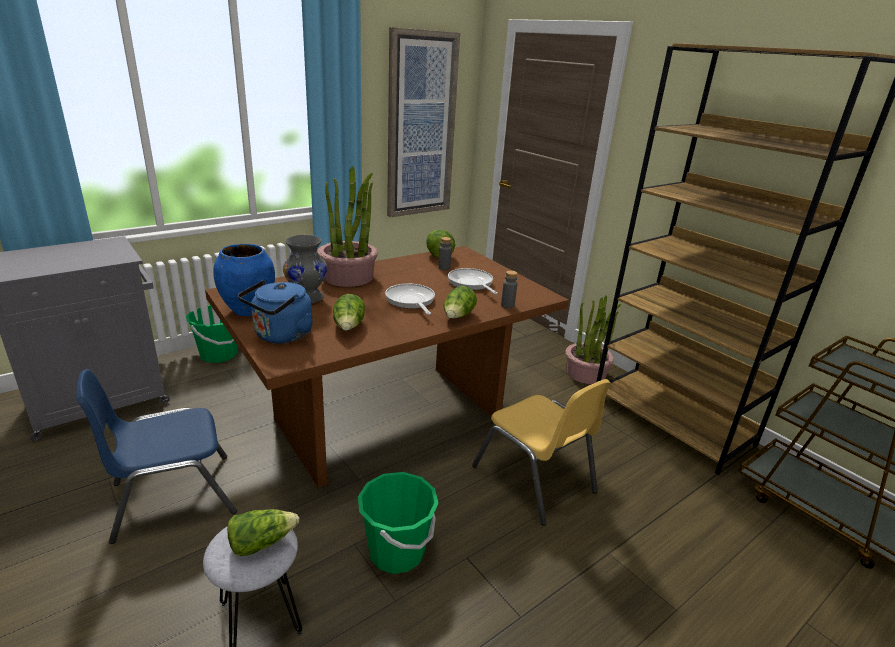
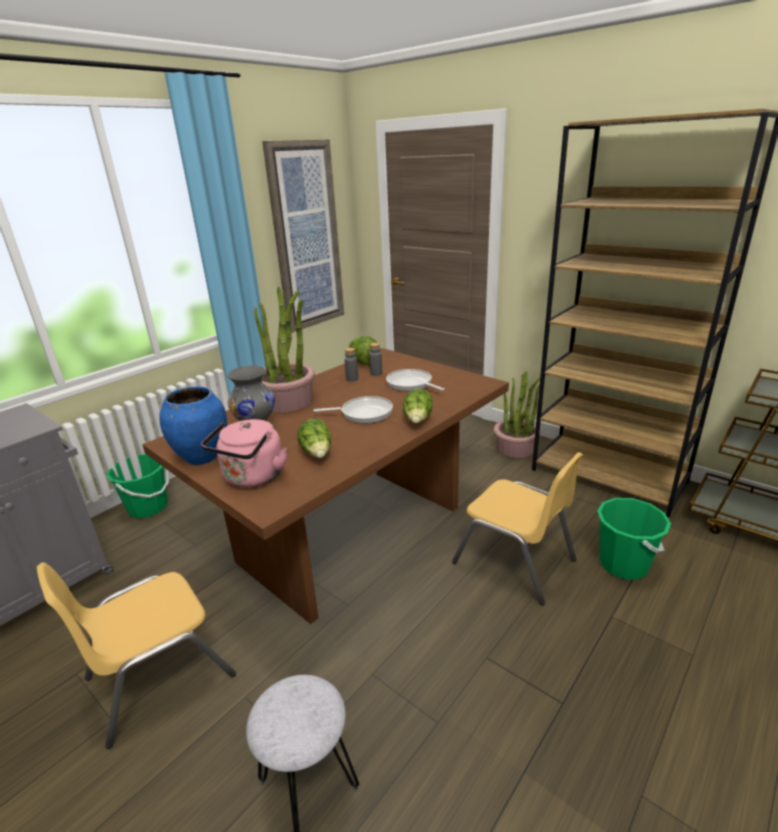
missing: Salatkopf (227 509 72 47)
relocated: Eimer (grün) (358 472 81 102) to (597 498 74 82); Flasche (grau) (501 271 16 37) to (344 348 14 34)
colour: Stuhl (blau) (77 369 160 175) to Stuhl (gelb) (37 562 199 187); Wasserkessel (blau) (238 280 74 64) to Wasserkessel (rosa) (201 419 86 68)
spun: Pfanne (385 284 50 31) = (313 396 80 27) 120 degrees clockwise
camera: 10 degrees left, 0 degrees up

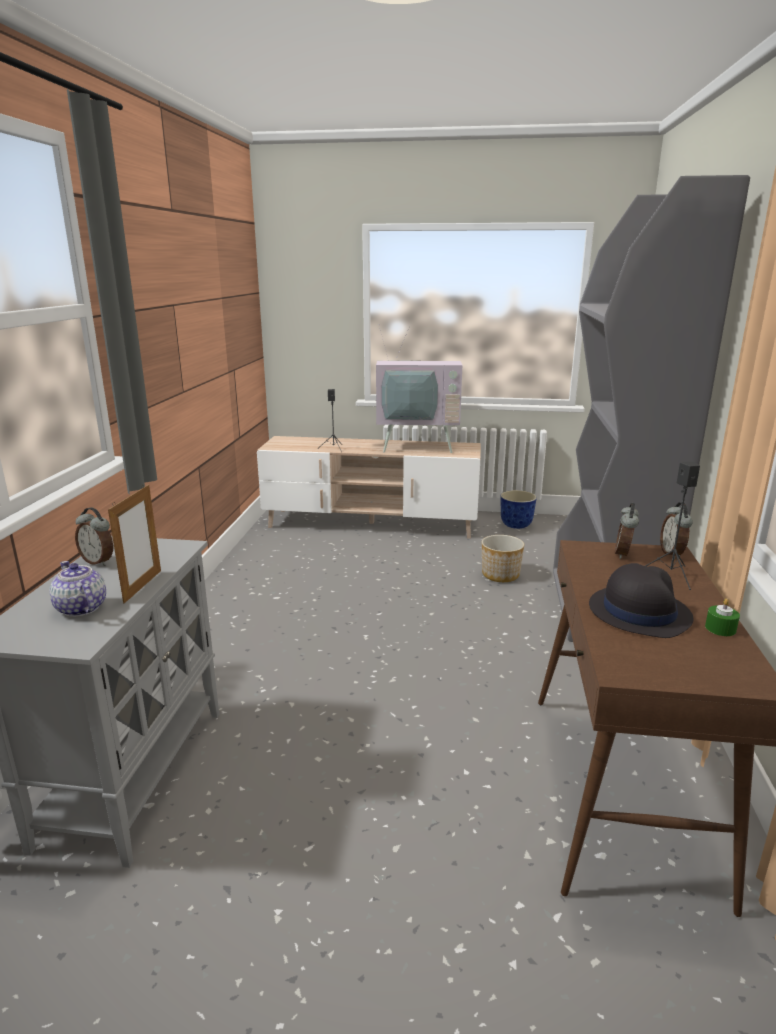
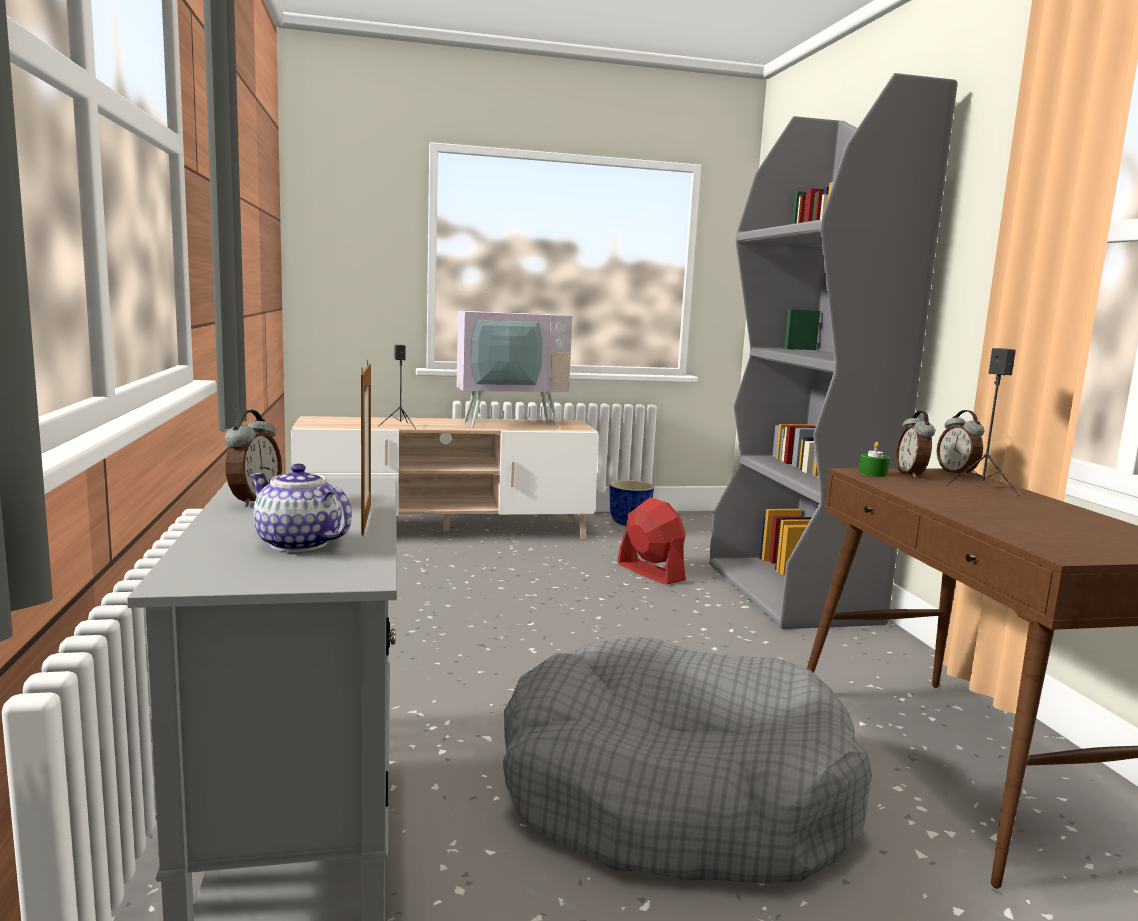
missing: Hut (schwarz) (589 563 104 75)
appeared: Hundebett (grau) (502 636 370 247)
relocated: Kerze (grün) (705 599 35 37) to (859 442 31 35)
exchanged: Pflanzkübel (482 535 42 47) to Ventilator (rot) (617 497 69 88)
spun: Wecker (75 507 38 59) = (225 410 57 97) 90 degrees counterclockwise
camera: 20 degrees left, 10 degrees down

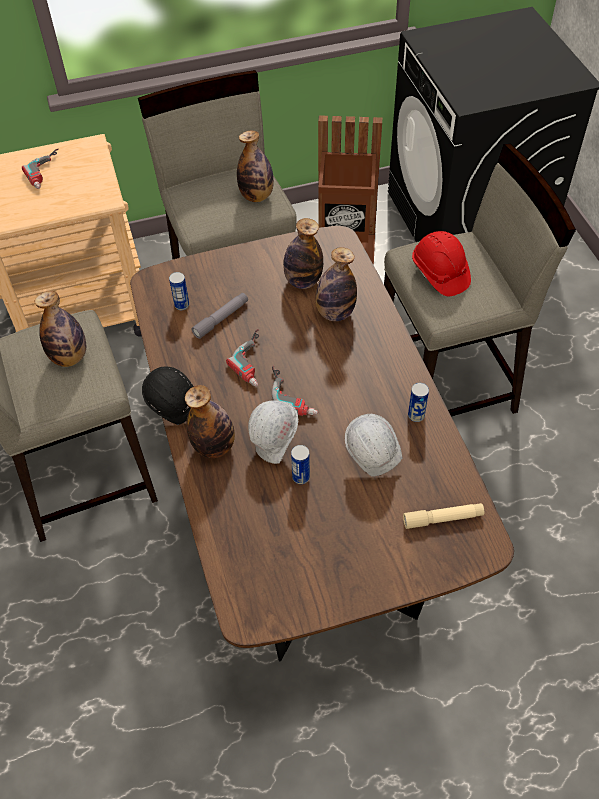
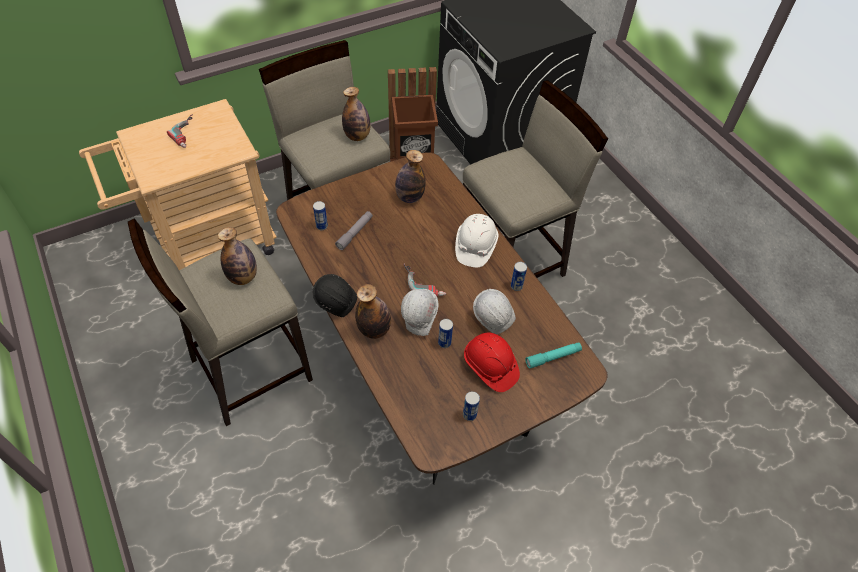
missing: Bohrmaschine (226 329 33 57); Flasche (315 247 42 74)
appeared: Schutzhelm (weiß) (455 214 43 53); Dose (463 391 17 30)
relocated: Schutzhelm (rot) (412 231 59 65) to (464 333 56 59)
colour: Taschenlampe (beige) (403 503 81 26) to Taschenlampe (türkis) (525 342 57 27)
camera: 15 degrees left, 0 degrees up

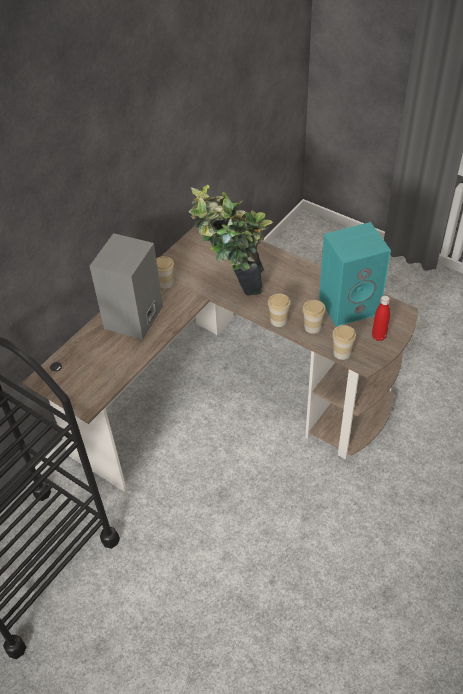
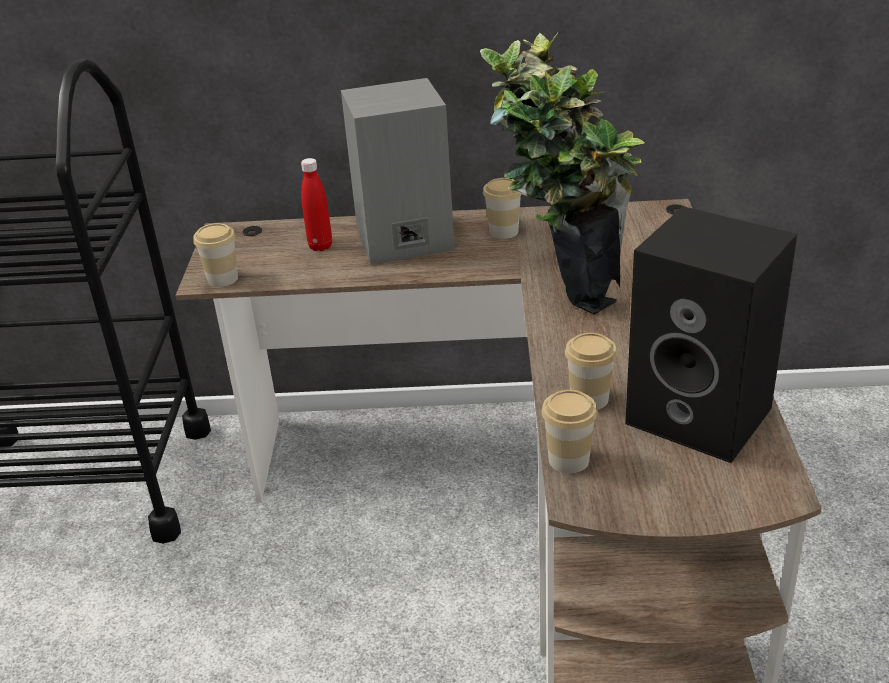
relocated: Tasse (268 293 23 34) to (193 223 45 64); Flasche (rot) (372 295 18 46) to (301 158 31 93)
colour: Lautsprecher (türkis) (319 222 72 105) to Lautsprecher (schwarz) (625 206 172 257)
camera: 55 degrees right, 15 degrees down

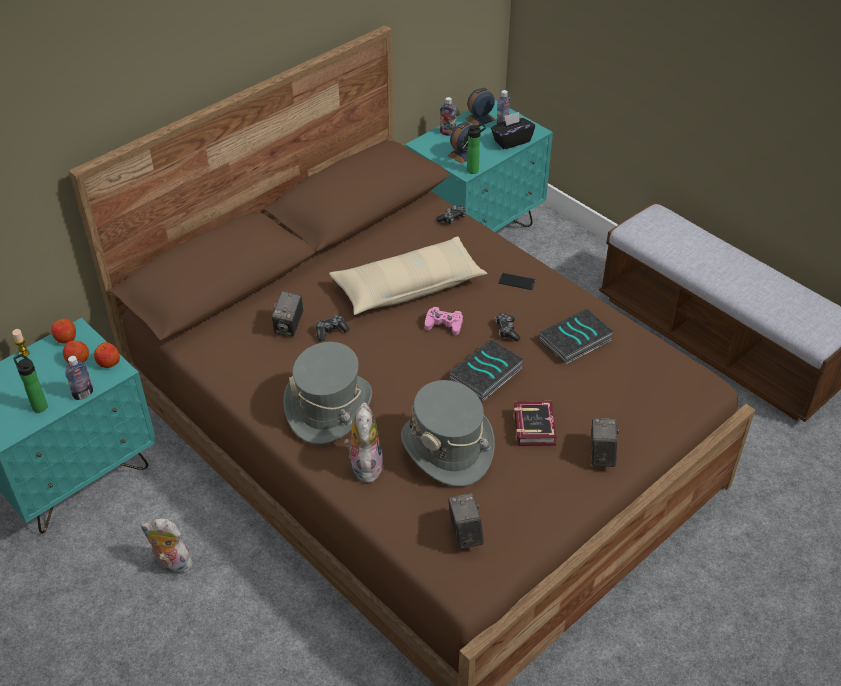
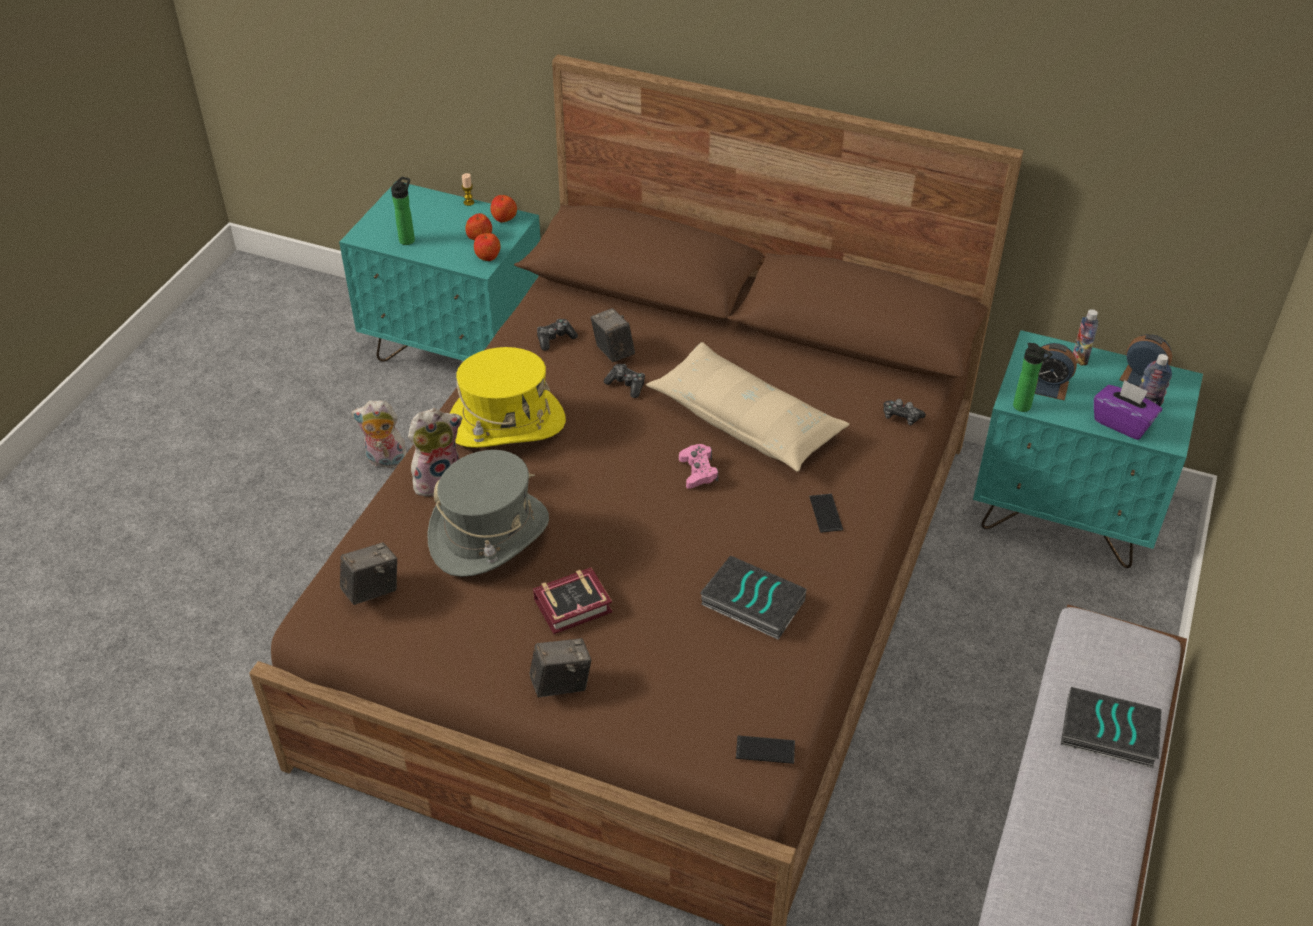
missing: Flasche (65 356 28 44)
appeared: Handy (736 735 59 29)
relocated: Buch (450 339 74 63) to (1061 687 101 81); Gamepad (495 313 25 28) to (537 319 41 32)
colour: Hut (grau) (283 342 89 103) to Hut (gelb) (450 347 116 101); Taschentuchbox (schwarz) (491 112 44 37) to Taschentuchbox (lila) (1094 380 68 60)
spun: Plüschtier (140 518 53 56) = (351 400 56 68) 75 degrees counterclockwise; Kamera (272 291 31 46) = (591 308 44 54) 75 degrees clockwise
camera: 65 degrees right, 0 degrees up

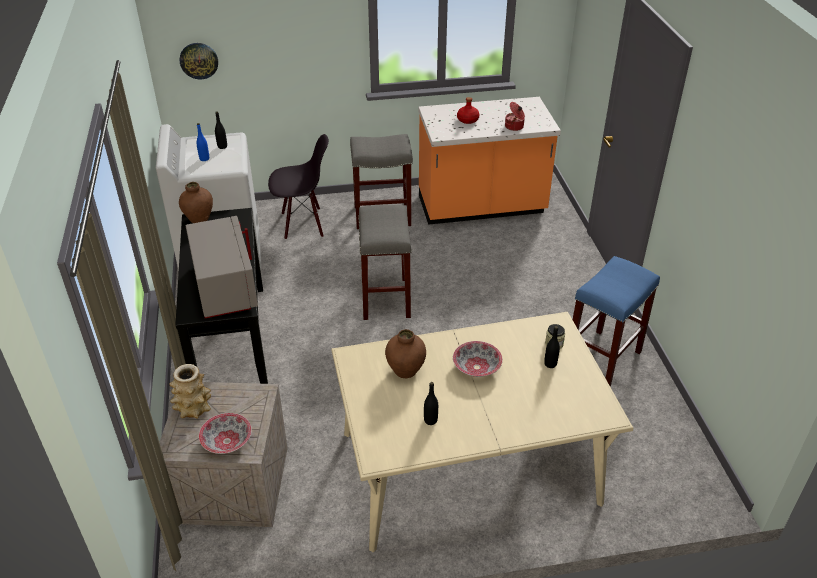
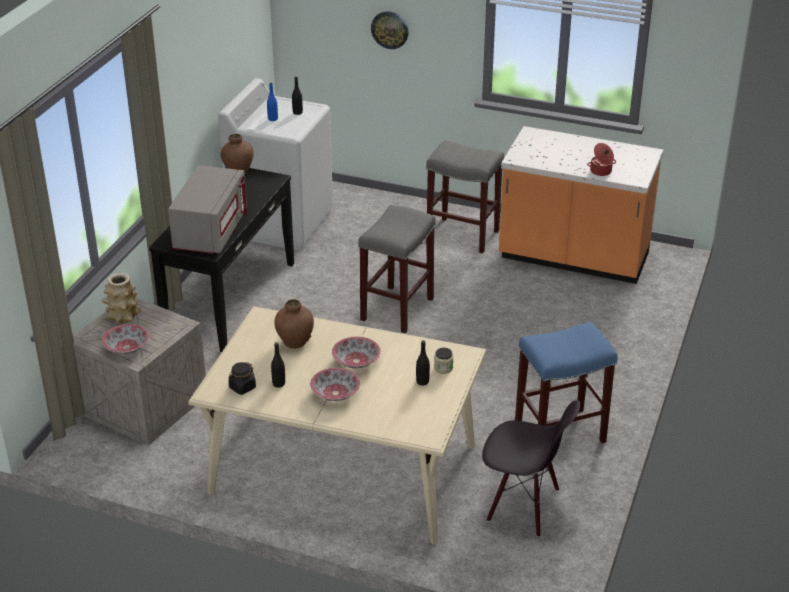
missing: Flasche (rot) (457 97 22 27)
appeared: Vorratsglas (schwarz) (228 362 28 33); Schüssel (310 368 51 33)
relocated: Wanduhr (180 43 38 36) to (371 11 38 38); Stuhl (schwarz) (268 134 61 106) to (482 400 98 137)
camera: 30 degrees right, 5 degrees down

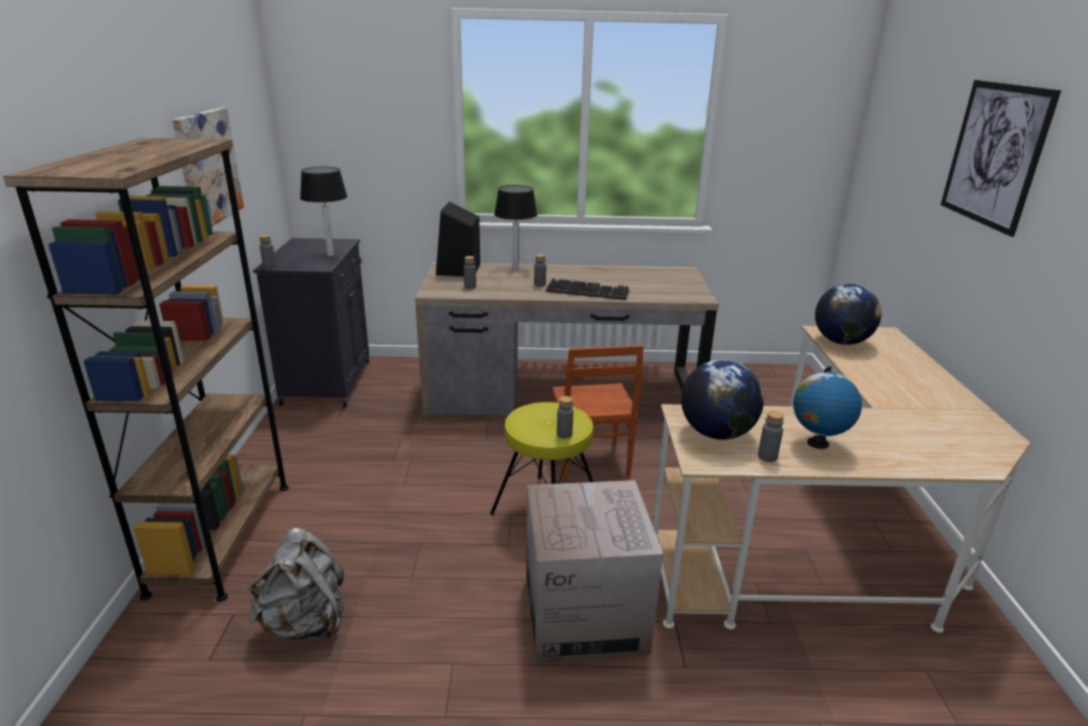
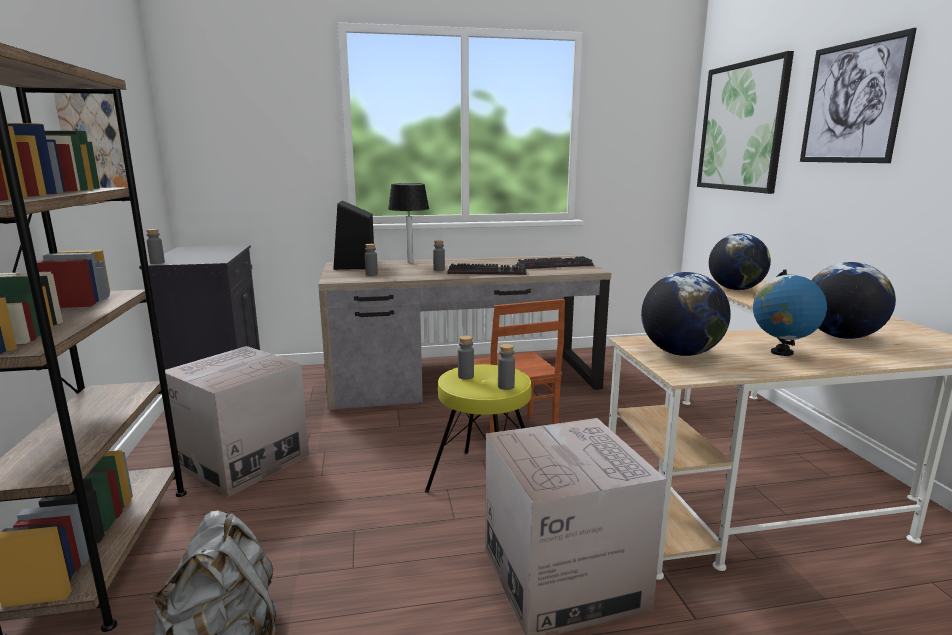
missing: Tischlampe (300 167 47 89)
appeared: Karton (165 346 144 151); Tastatur (517 256 76 13); Bild (697 51 97 143); Globus (812 262 84 77)
relocated: Flasche (grau) (758 410 26 52) to (458 336 16 44)
camera: 10 degrees left, 10 degrees down

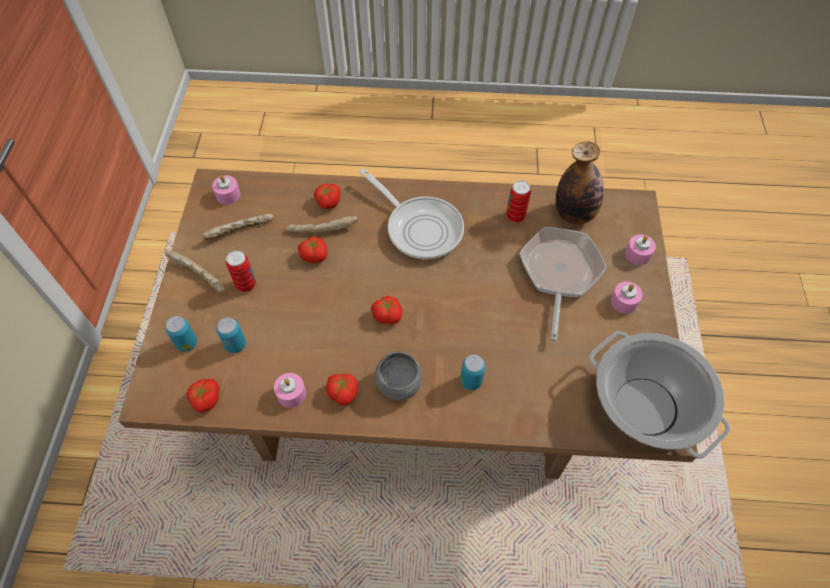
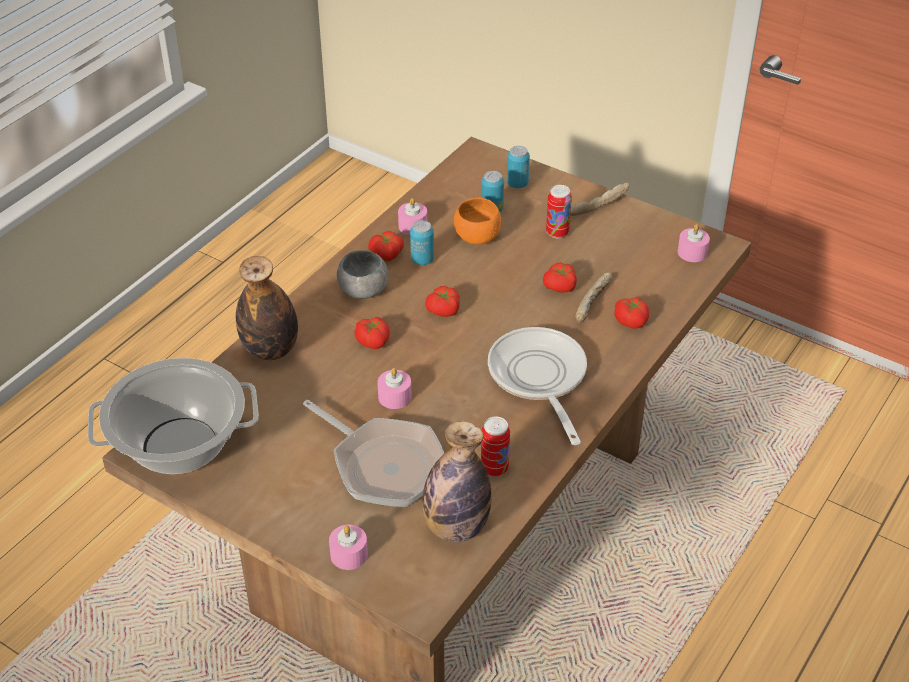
missing: Brot (202 214 72 26)
appeared: Flasche (236 256 62 104); Schüssel (orange) (454 197 47 48)
relocated: Tomate (186 379 34 34) to (354 317 36 32); Dose (460 355 25 35) to (410 220 24 45); Kerze (rosa) (610 281 33 33) to (377 368 35 41)
spun: Pfanne (359 169 105 91) = (488 327 99 118) 90 degrees clockwise
camera: 120 degrees right, 15 degrees down

